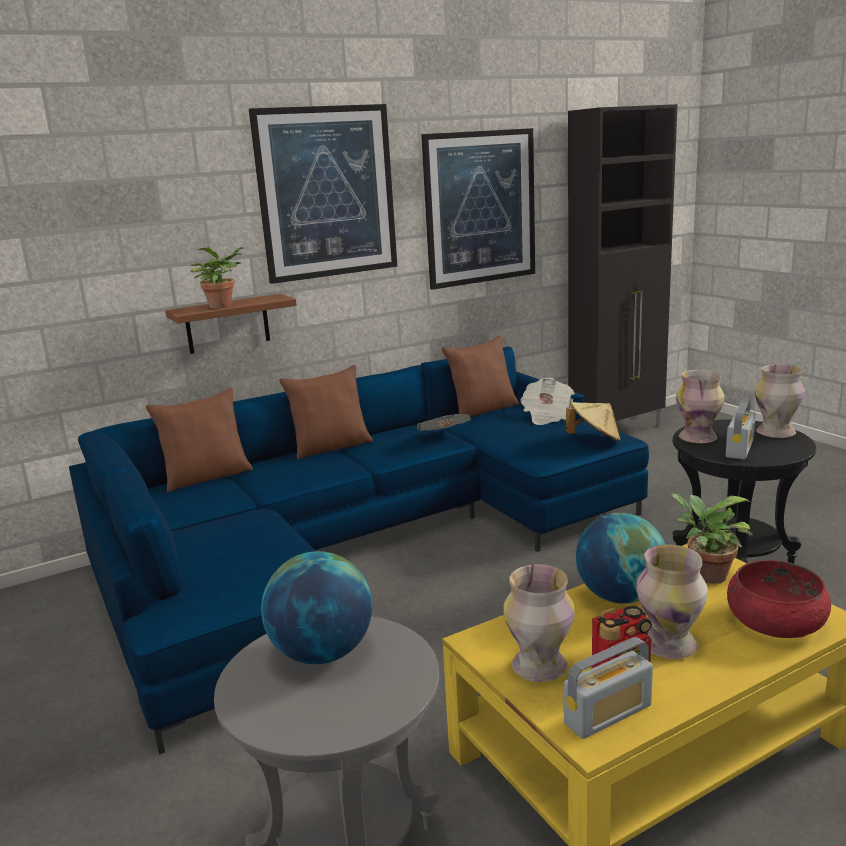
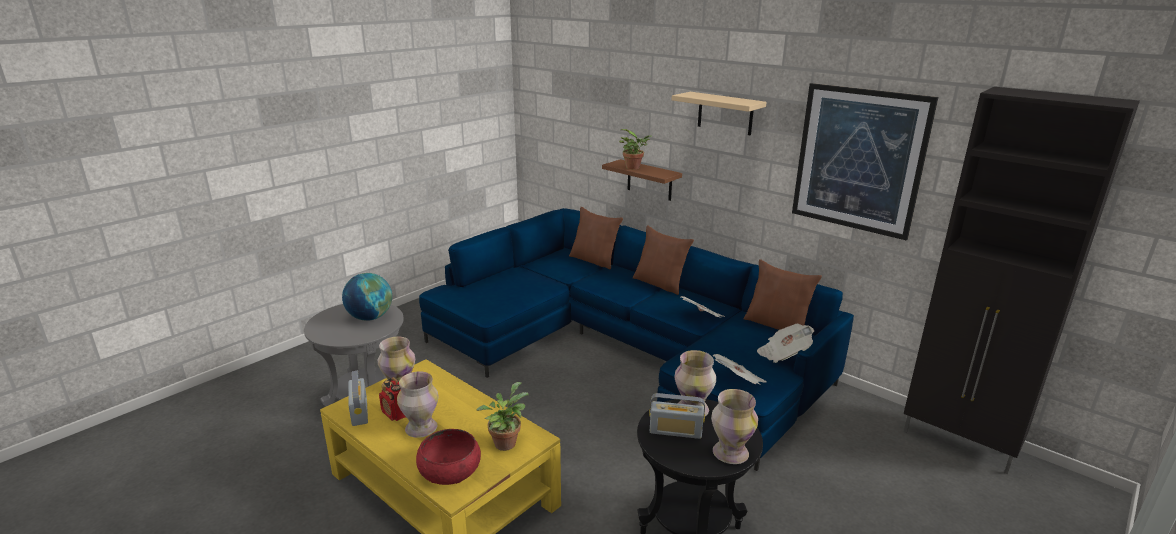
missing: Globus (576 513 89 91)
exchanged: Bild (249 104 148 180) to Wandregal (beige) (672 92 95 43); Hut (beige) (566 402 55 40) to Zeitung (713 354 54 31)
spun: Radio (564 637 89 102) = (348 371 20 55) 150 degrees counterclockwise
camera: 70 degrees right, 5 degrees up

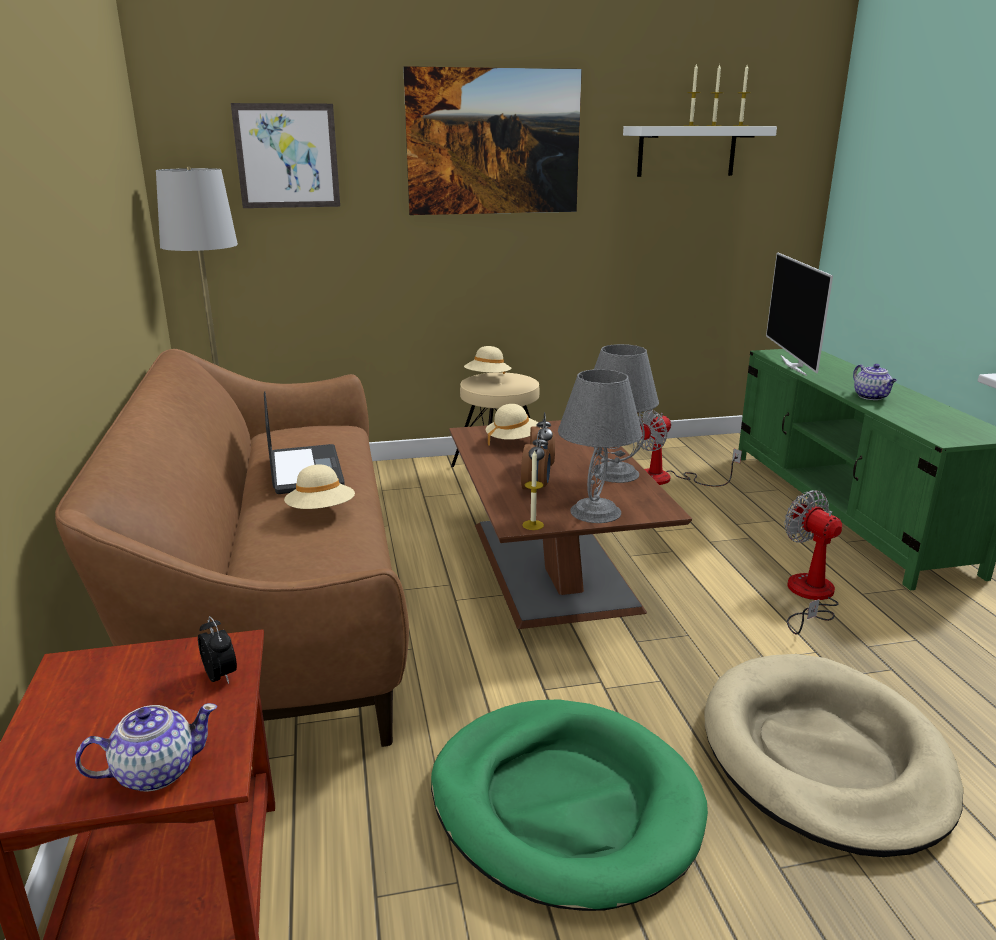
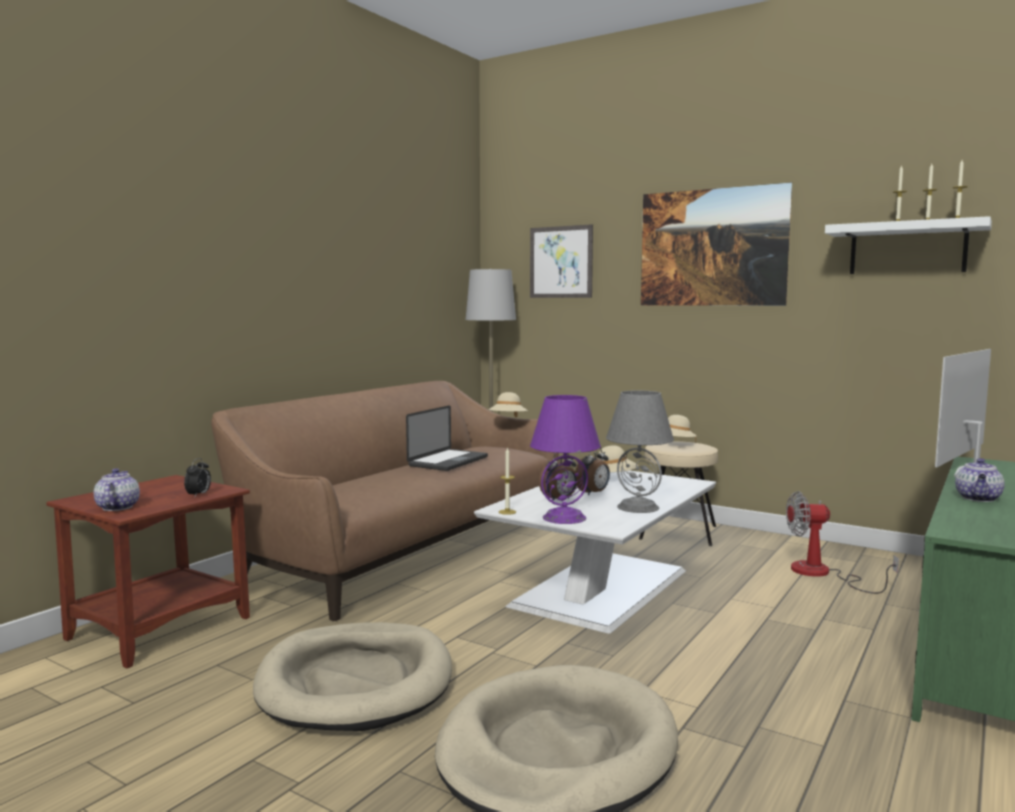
missing: Ventilator (784 490 58 145)
relocated: Hut (beige) (284 464 71 45) to (488 392 40 25)
colour: Hundebett (grün) (431 699 277 212) to Hundebett (beige) (253 622 199 109); Couchtisch (braun) (449 420 243 209) to Couchtisch (weiß) (474 470 242 164); Tischlampe (grau) (558 369 84 154) to Tischlampe (lila) (530 395 71 129)
spun: Teekanne (75 703 142 89) = (94 468 46 43) 120 degrees counterclockwise
camera: 45 degrees right, 15 degrees down

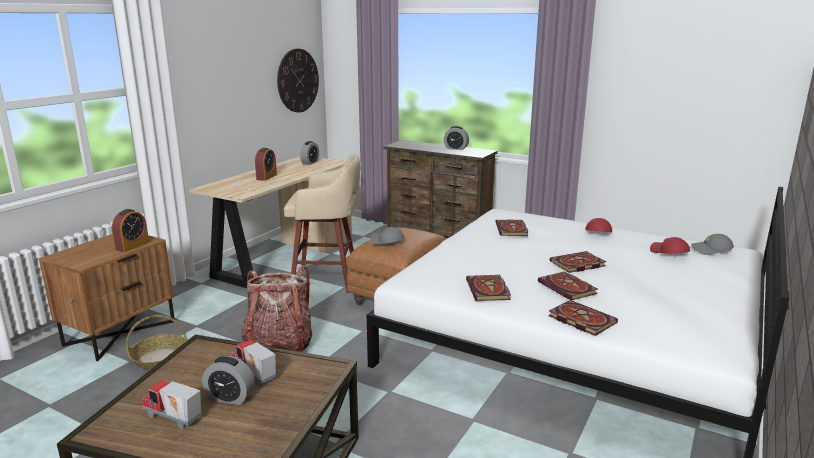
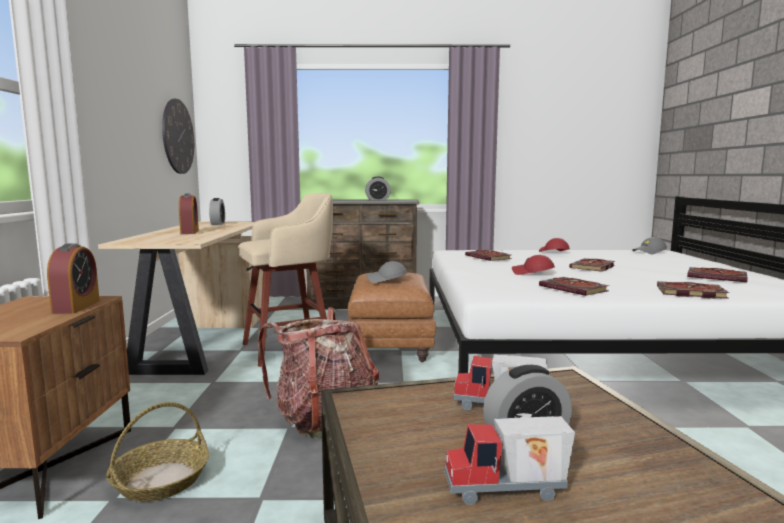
relocated: Buch (538 271 60 29) to (687 267 61 15); Kappe (rot) (650 237 40 17) to (512 255 43 20)
camera: 30 degrees left, 10 degrees down

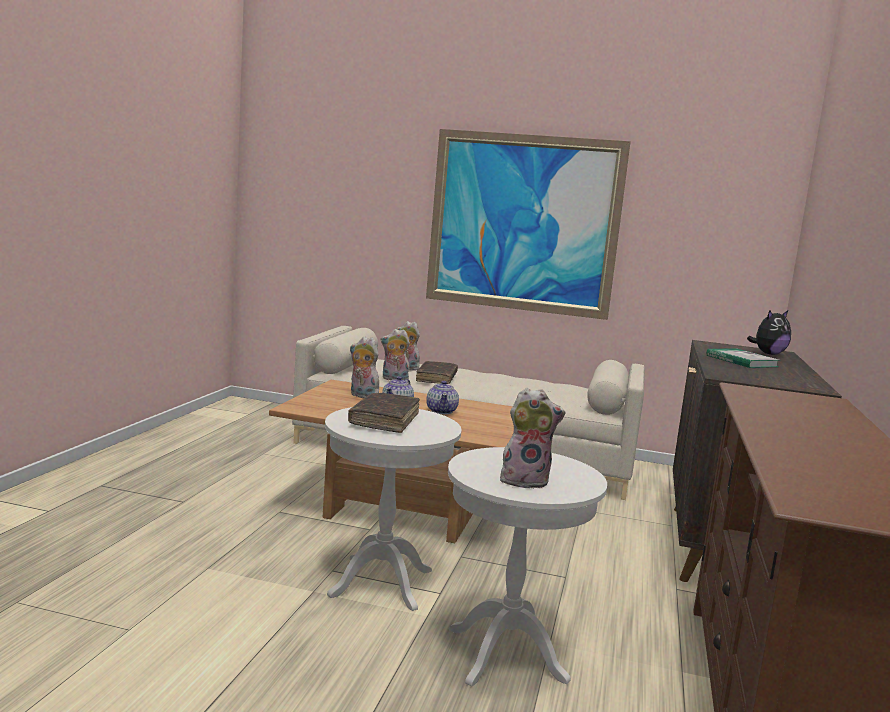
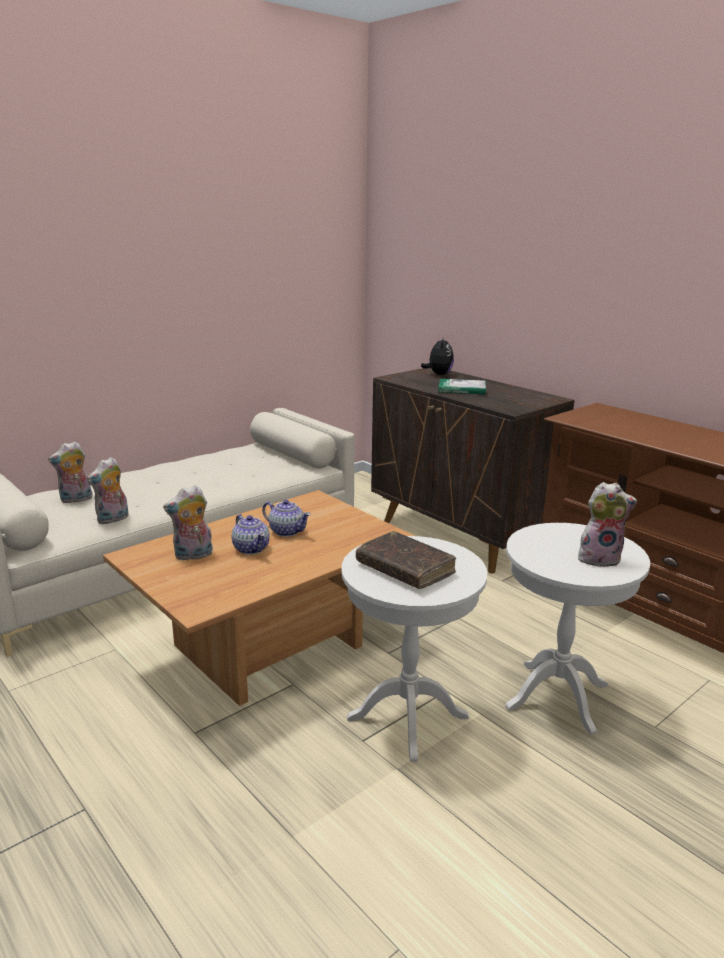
missing: Buch (braun) (416 361 42 23); Bild (426 129 205 191)
spun: Plüschtier (500 388 66 100) = (578 482 59 85) 60 degrees clockwise
camera: 55 degrees left, 10 degrees up

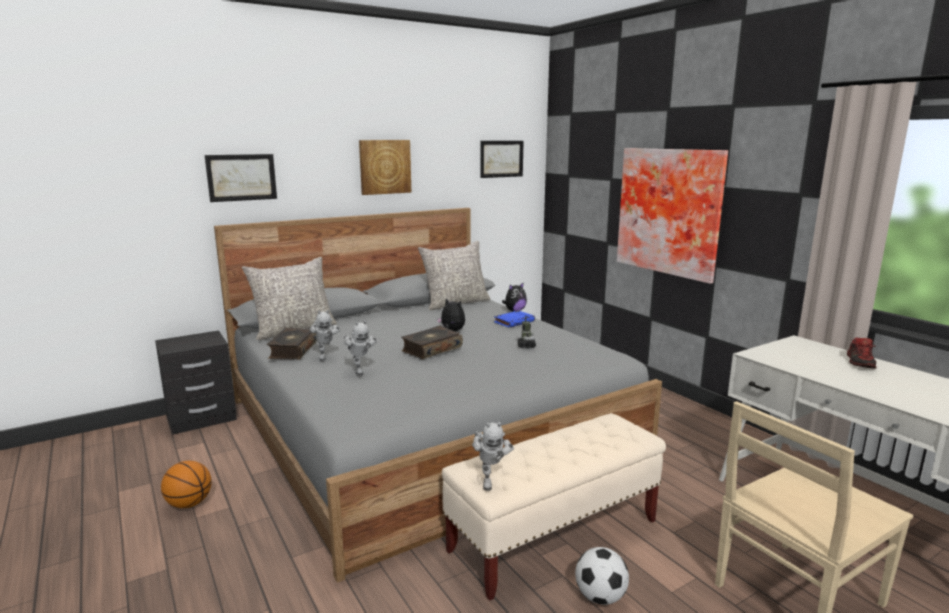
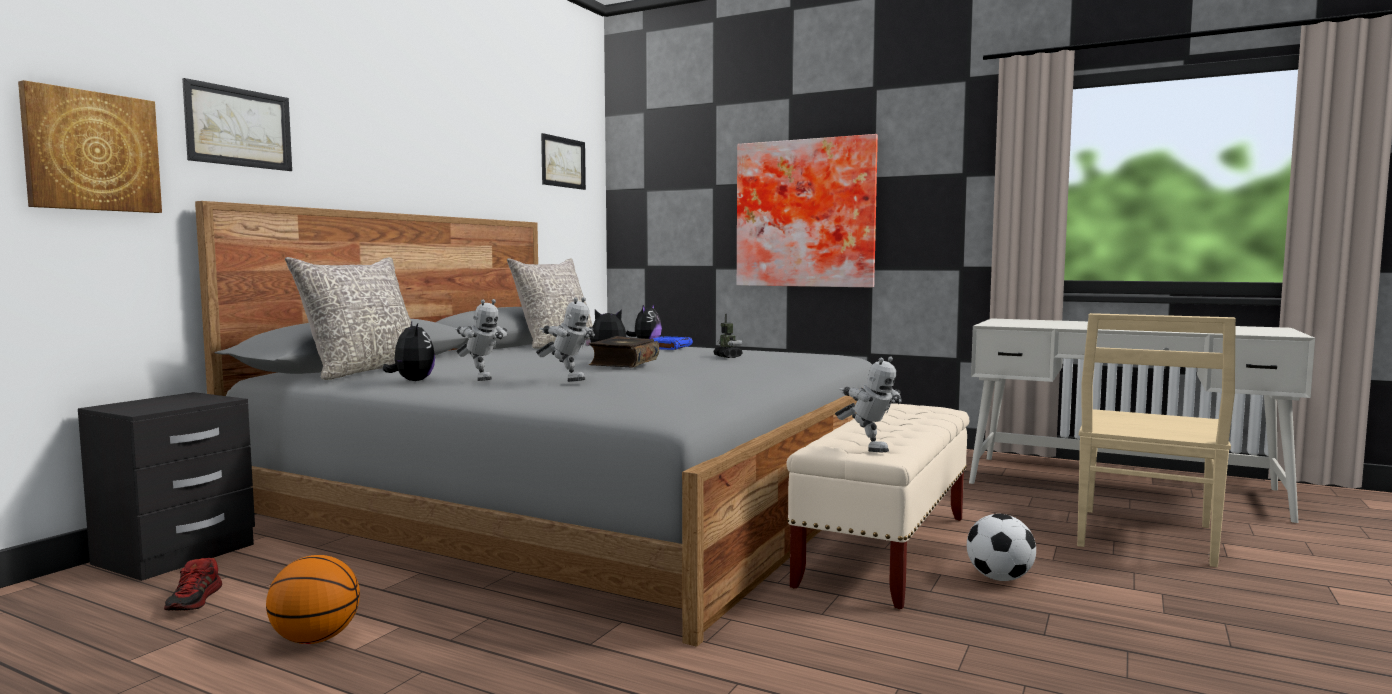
relocated: Bild (359 140 52 55) to (18 80 144 133); Schuh (847 337 30 32) to (164 558 58 53)
exchanged: Buch (267 328 50 32) to Plüschtier (383 322 52 59)
camera: 30 degrees left, 10 degrees down

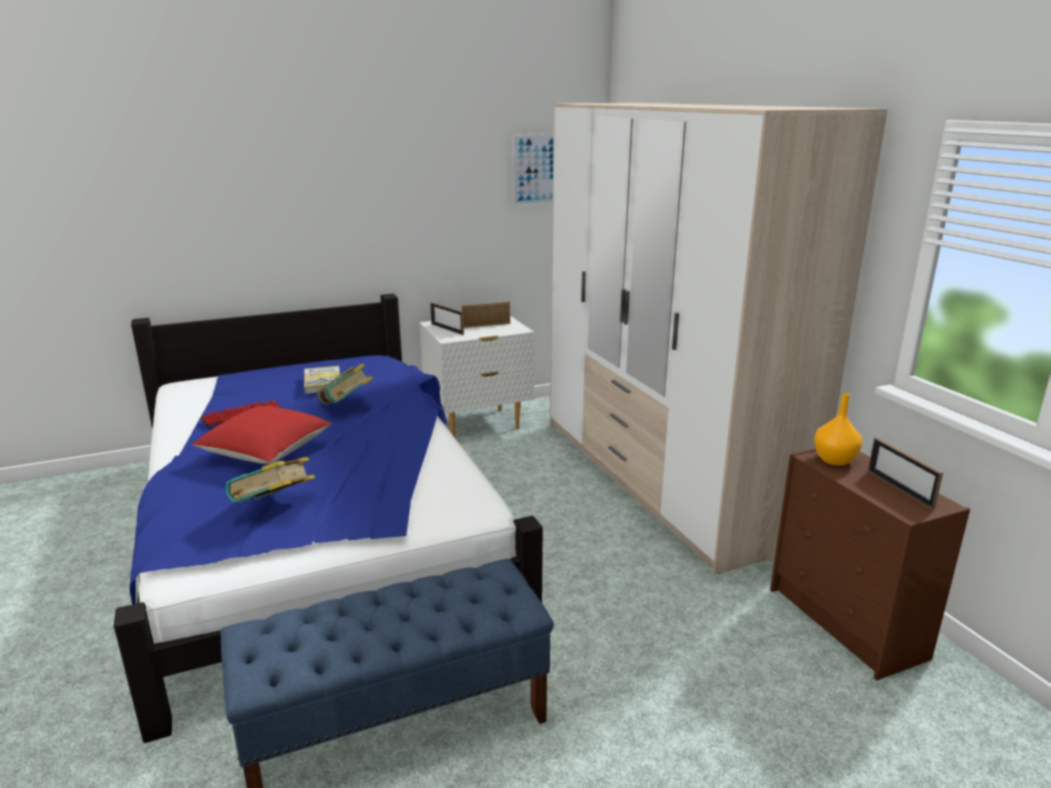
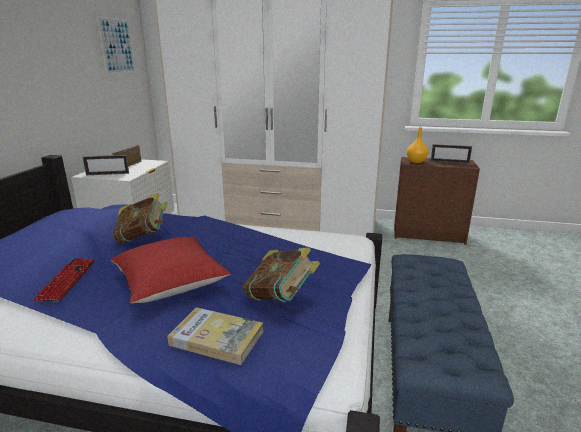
relocated: Buch (304 366 36 28) to (167 307 97 58)
camera: 55 degrees left, 0 degrees up

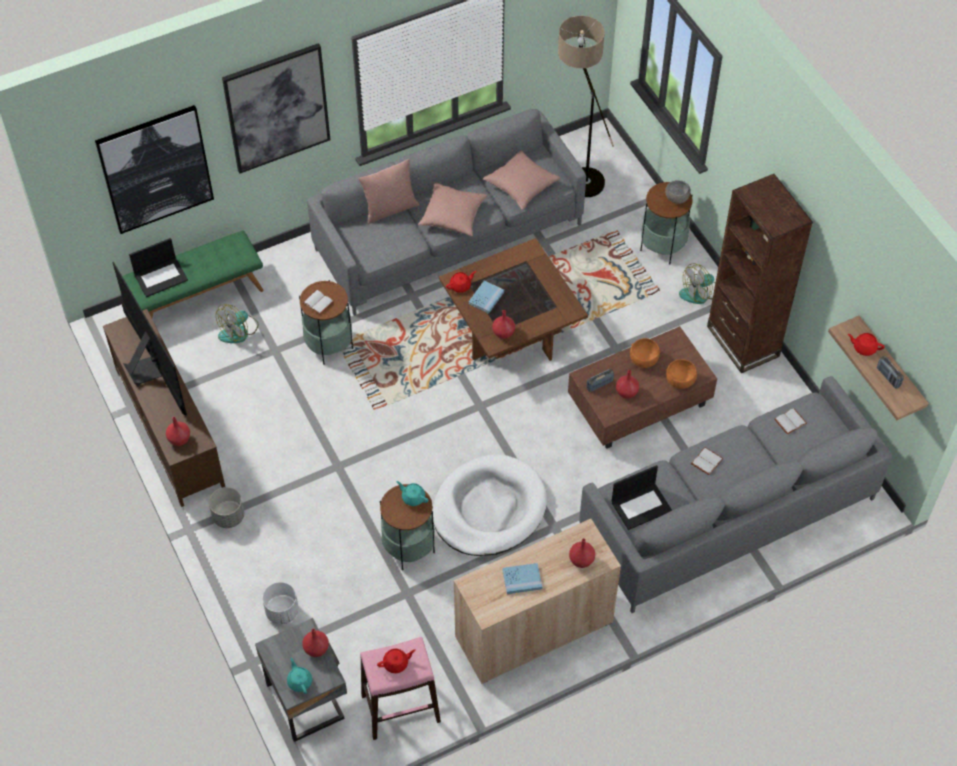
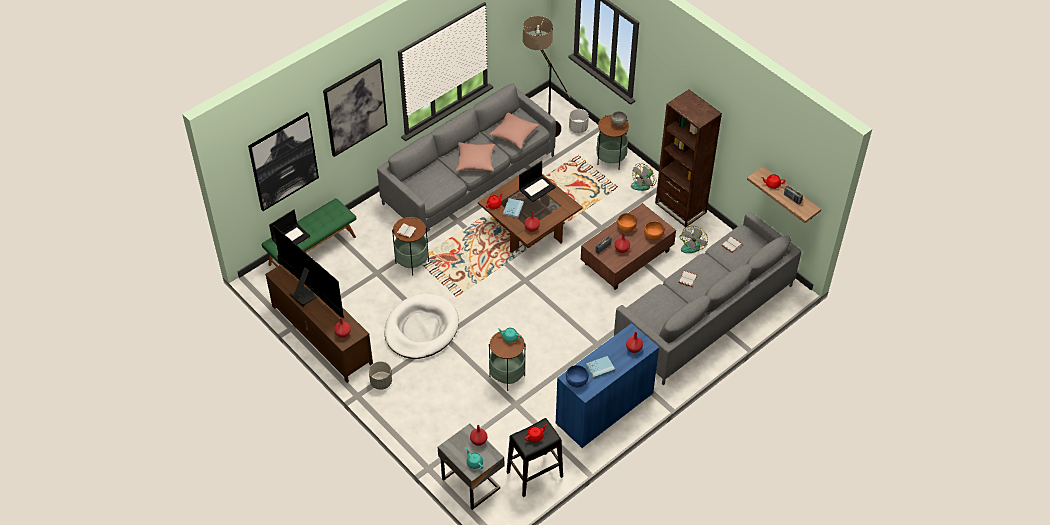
missing: Kissen (rosa) (358 159 61 65)
appeared: Schüssel (blau) (566 365 22 23)
relocated: Ventilator (216 304 43 39) to (680 226 28 27); Pflanzkübel (weiß) (262 582 37 42) to (569 109 20 24); Hundebett (weiß) (432 454 115 102) to (384 293 75 66); Laptop (612 465 60 65) to (519 161 37 41)
colour: Hocker (rosa) (360 637 81 103) to Hocker (schwarz) (507 418 56 79); Schrank (beige) (454 519 167 165) to Schrank (blau) (556 323 103 125)
camera: 15 degrees left, 5 degrees down

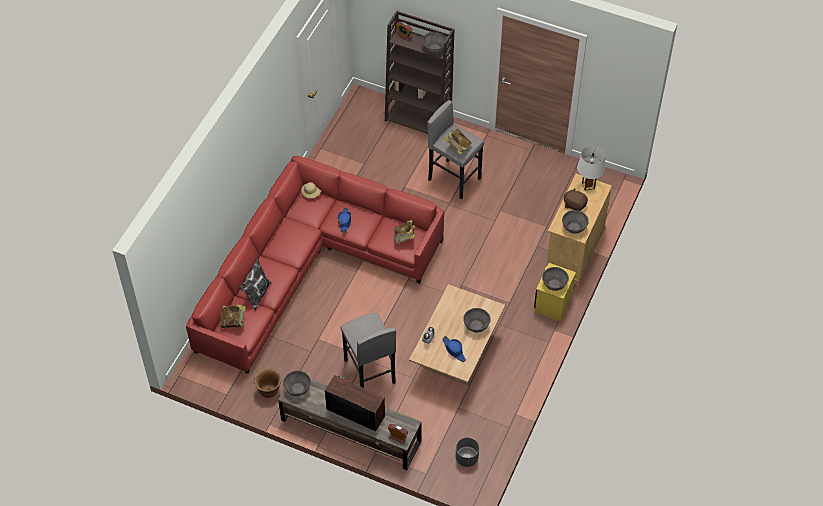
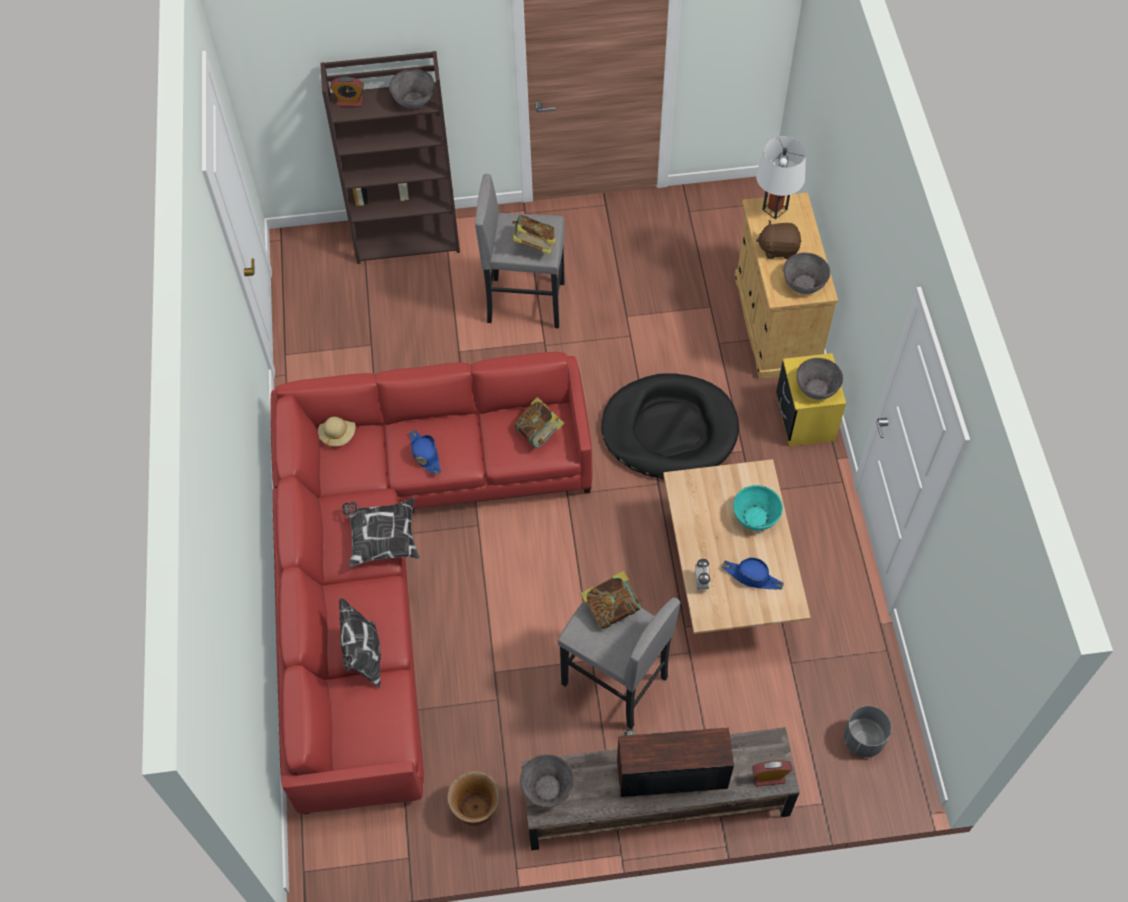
appeared: Kissen (342 498 78 69); Hundebett (schwarz) (601 373 138 106)
relocated: Buch (220 305 26 23) to (580 571 63 58)
colour: Schüssel (grau) (463 308 28 24) to Schüssel (türkis) (733 485 50 46)
camera: 30 degrees left, 5 degrees up

